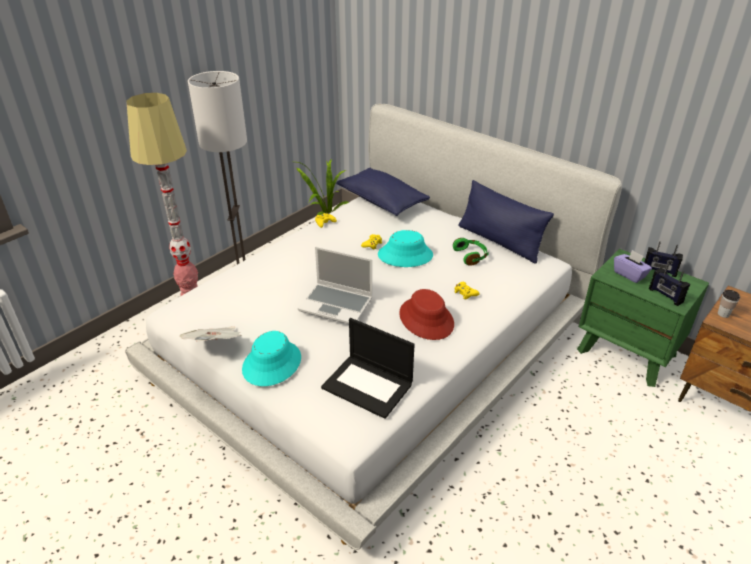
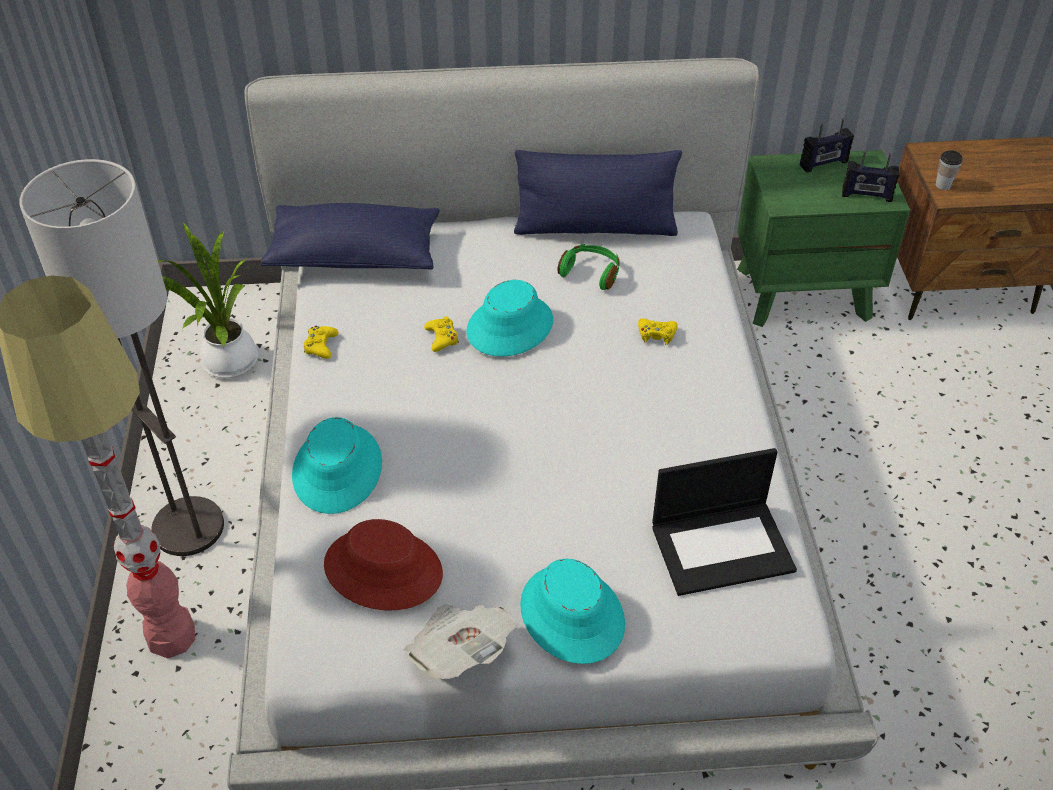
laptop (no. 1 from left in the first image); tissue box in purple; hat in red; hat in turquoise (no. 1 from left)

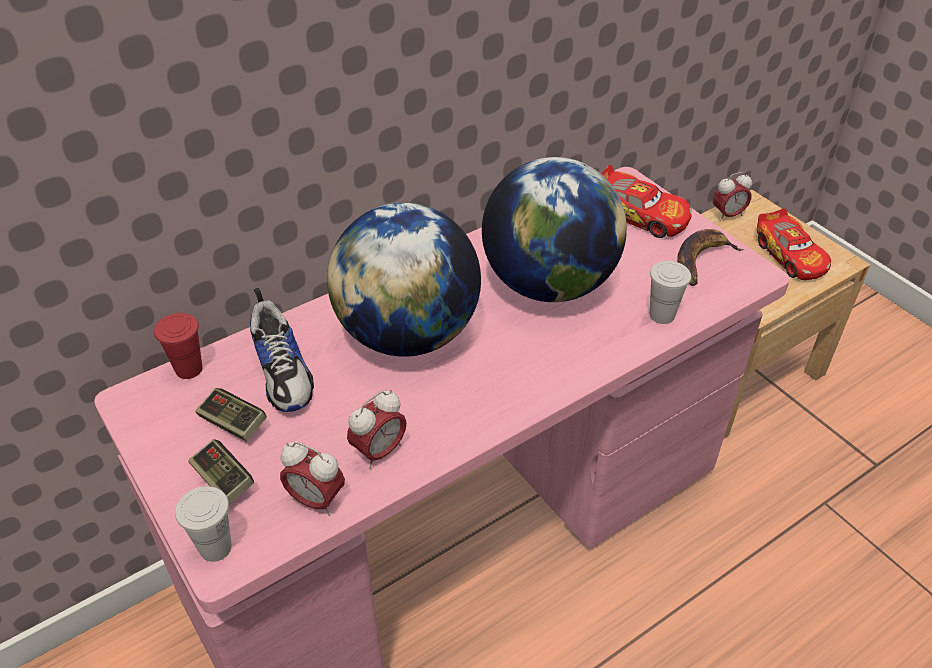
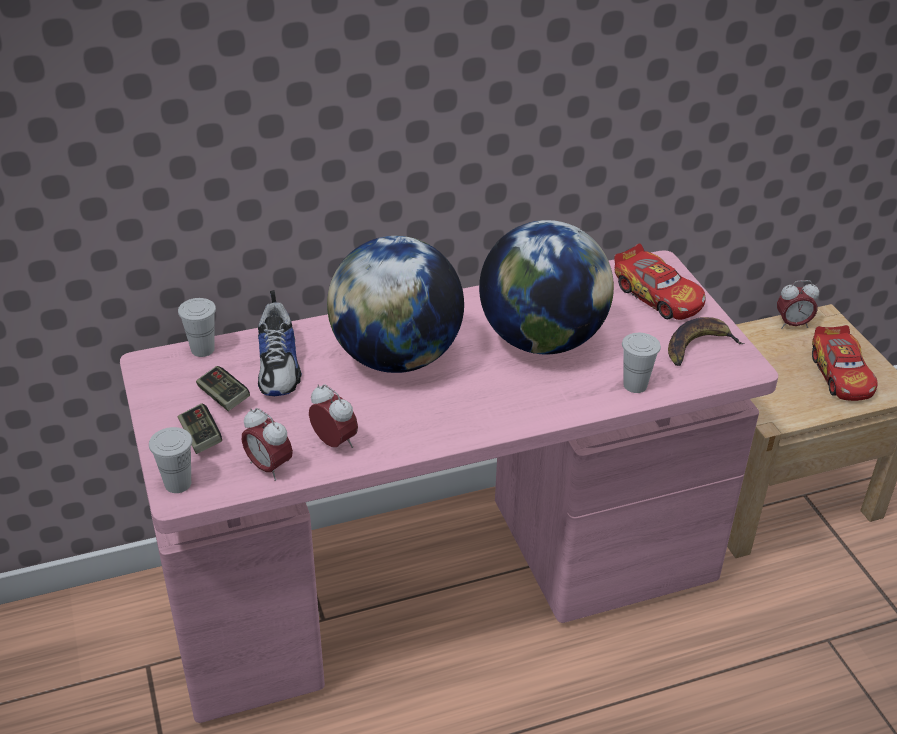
cup in white (no. 2 from left); alarm clock (no. 2 from left)

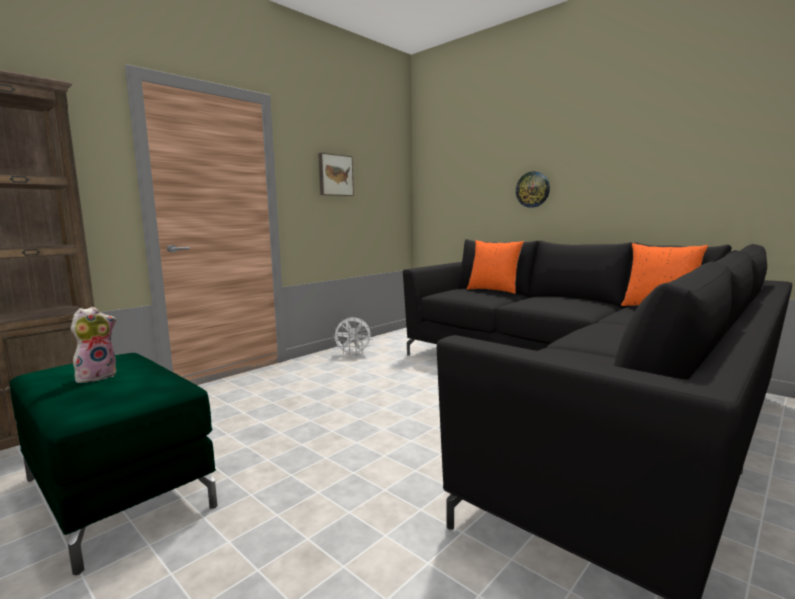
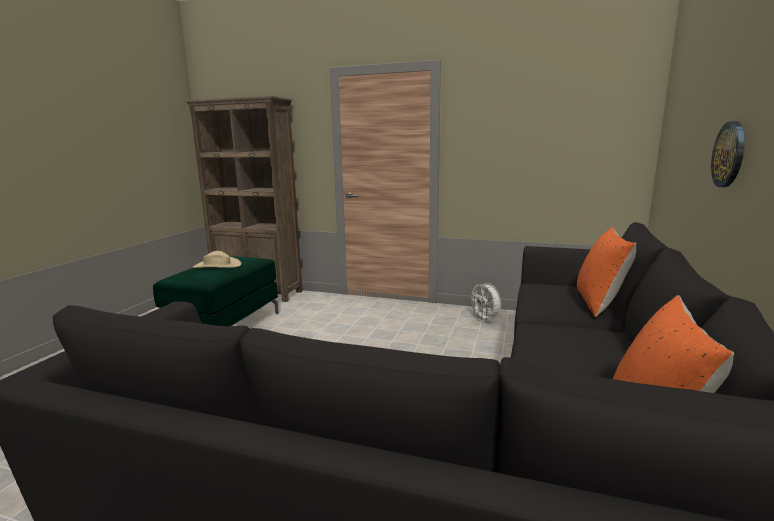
picture; hat in beige

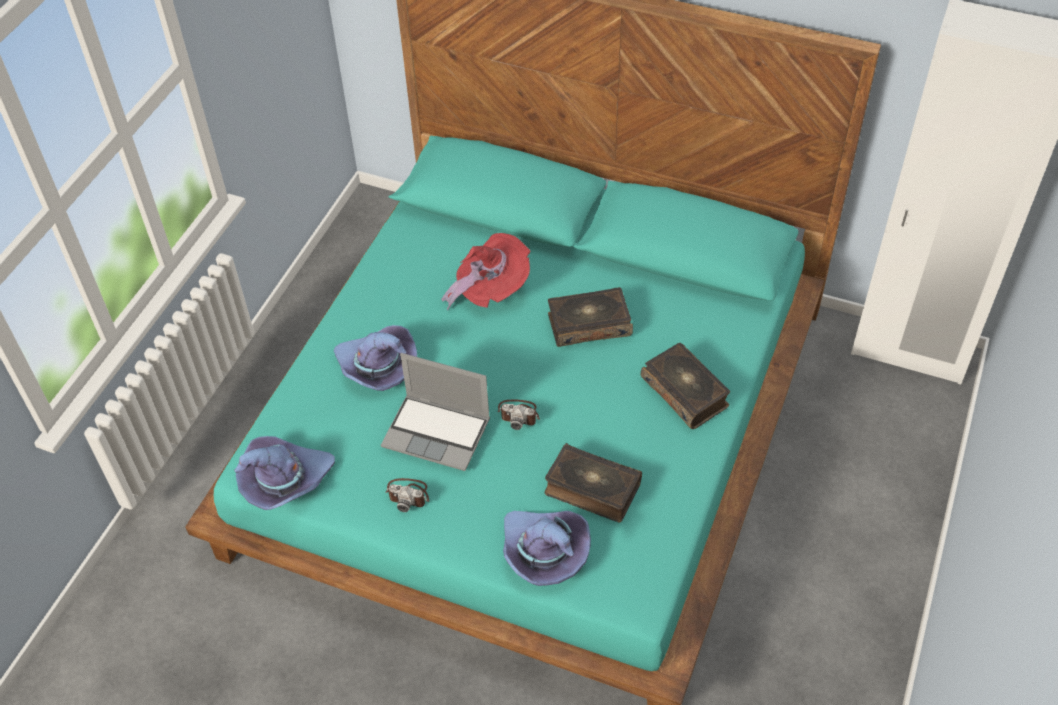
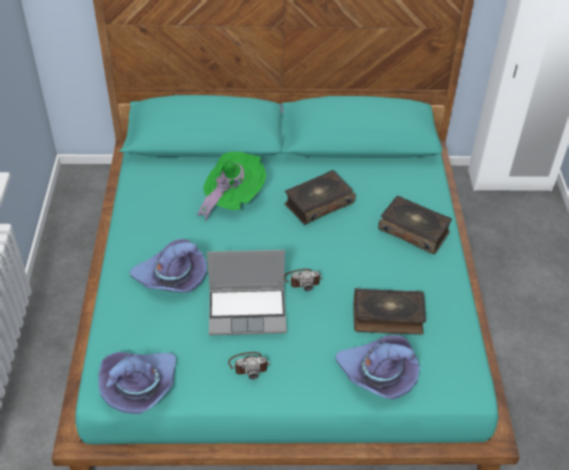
hat in green

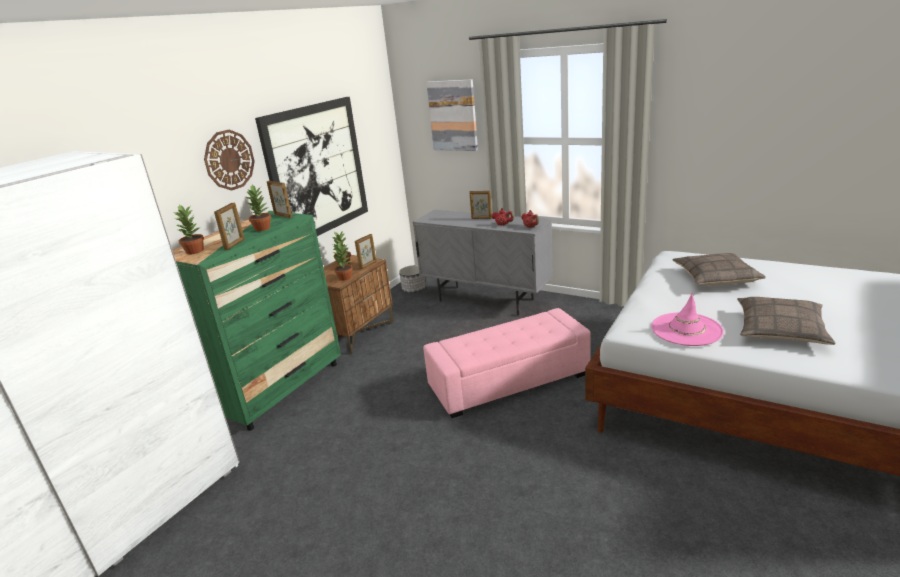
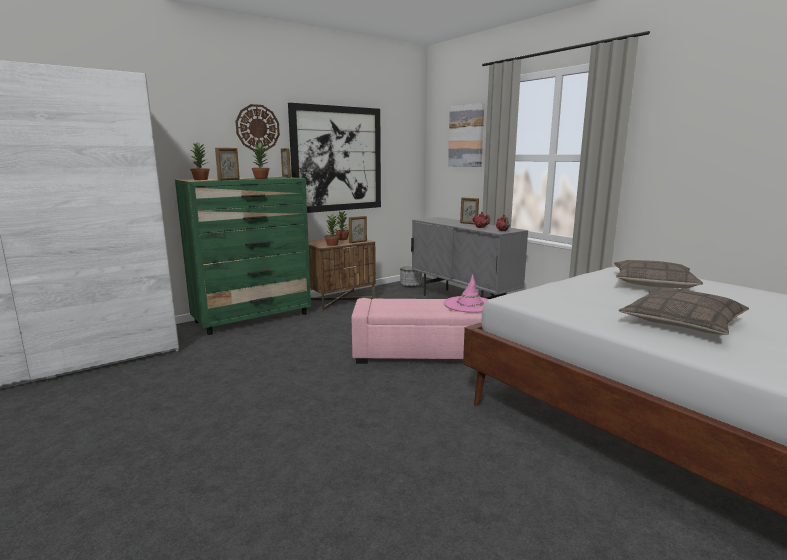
hat in pink

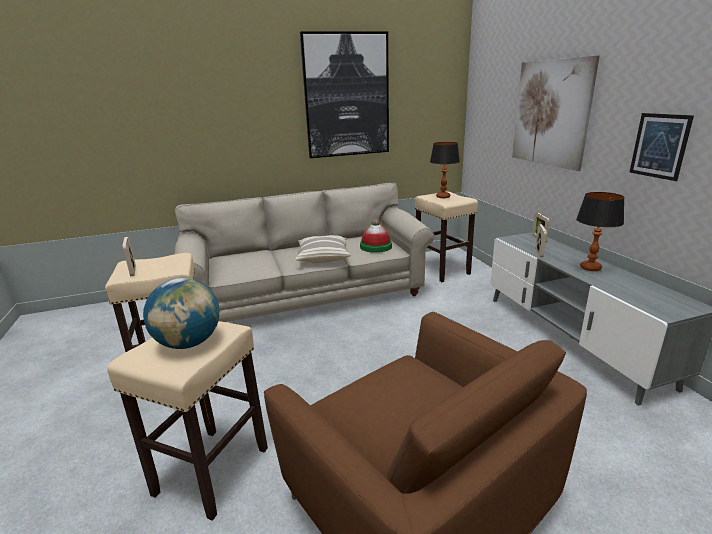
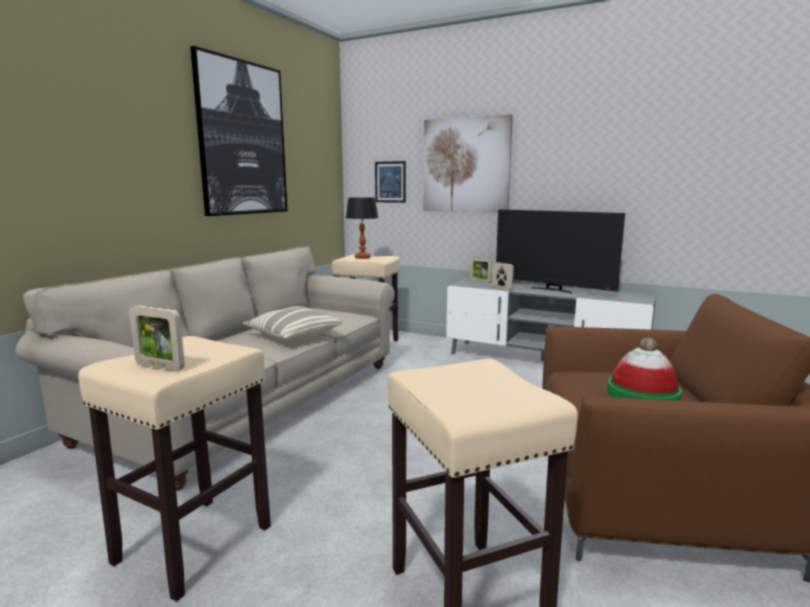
picture (no. 2 from left); television; hat; globe

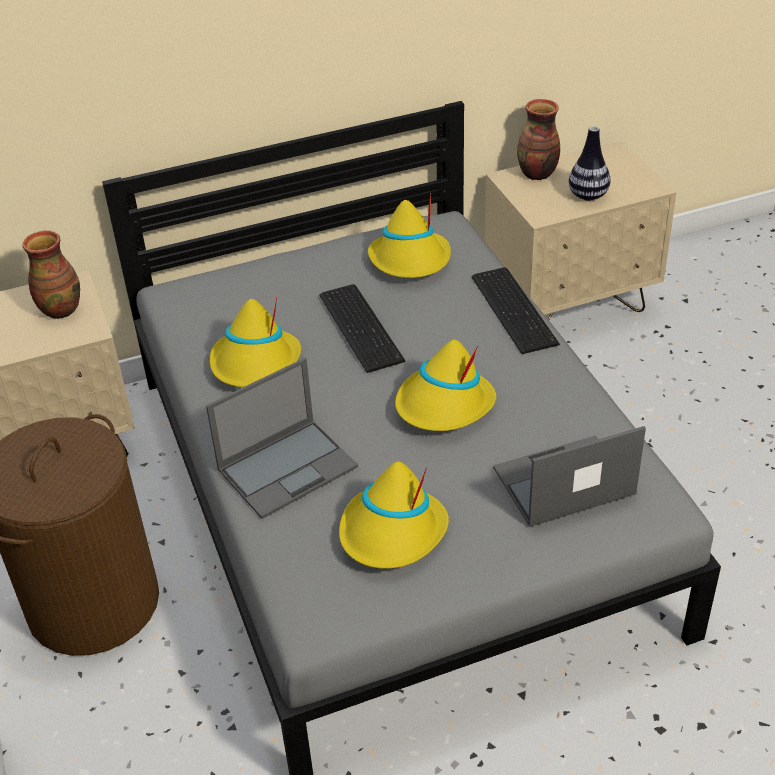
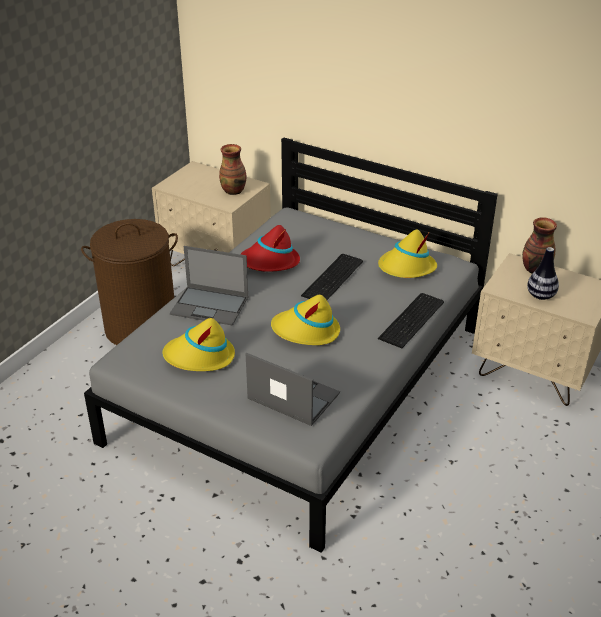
hat in red

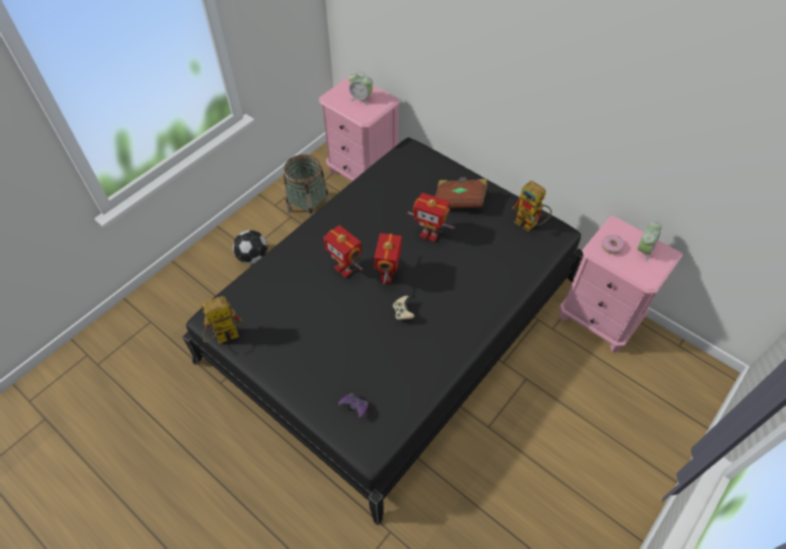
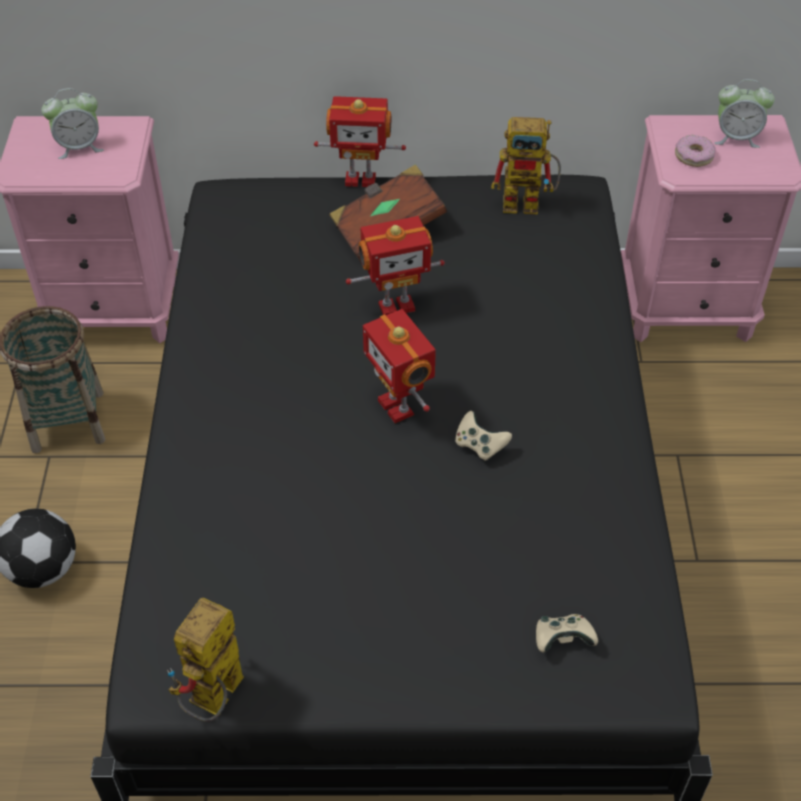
alarm clock (no. 2 from left); toy robot (no. 2 from left); game controller in beige (no. 2 from left)

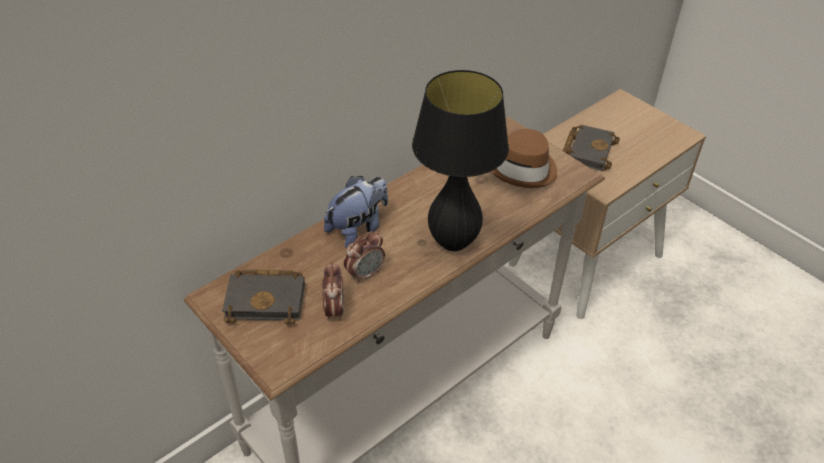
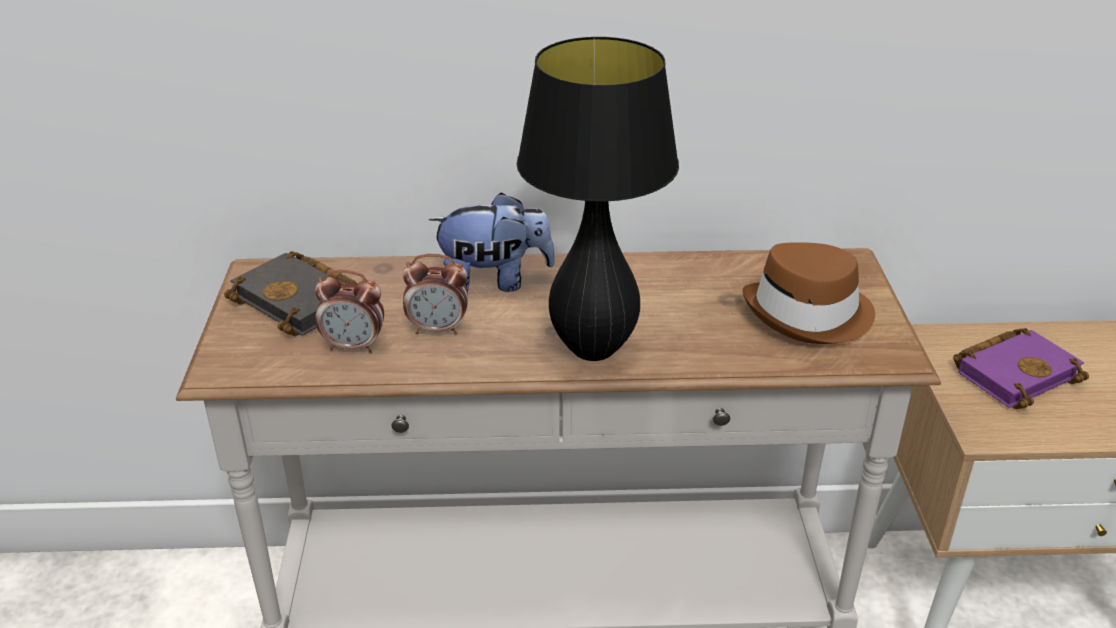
book in purple; alarm clock (no. 1 from left)

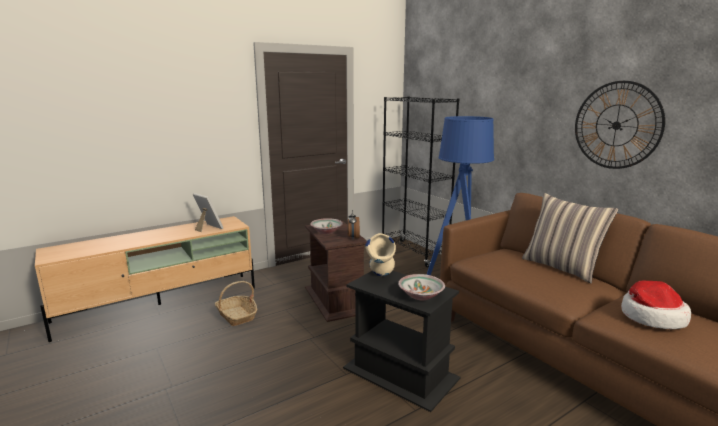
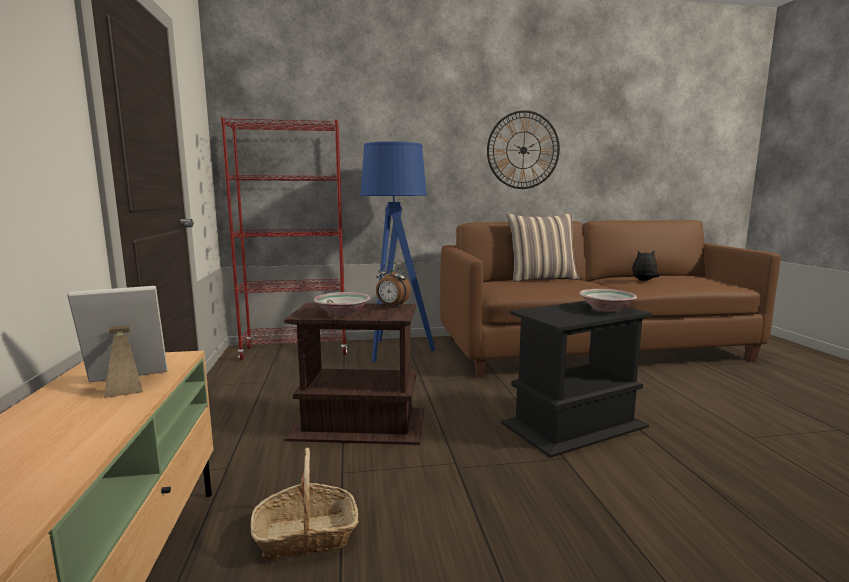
bookcase in red; vase in beige; plush toy

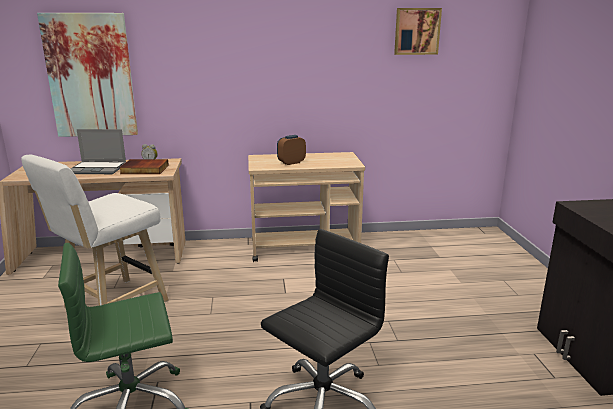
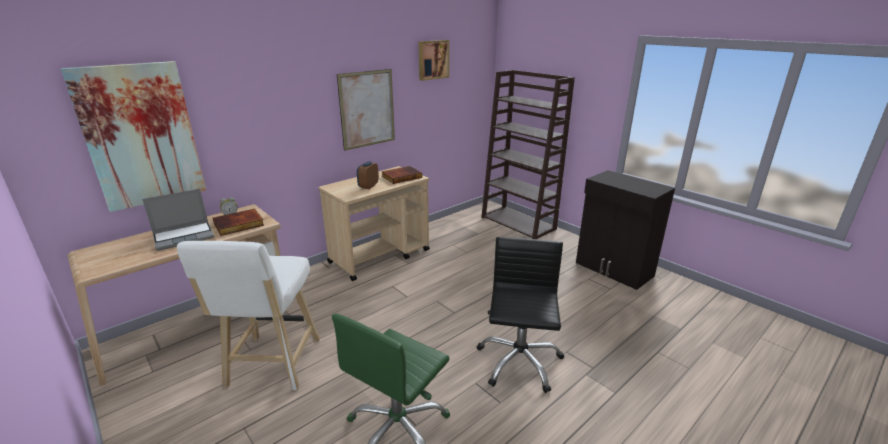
picture (no. 2 from left); bookcase in brown; book (no. 2 from left)

